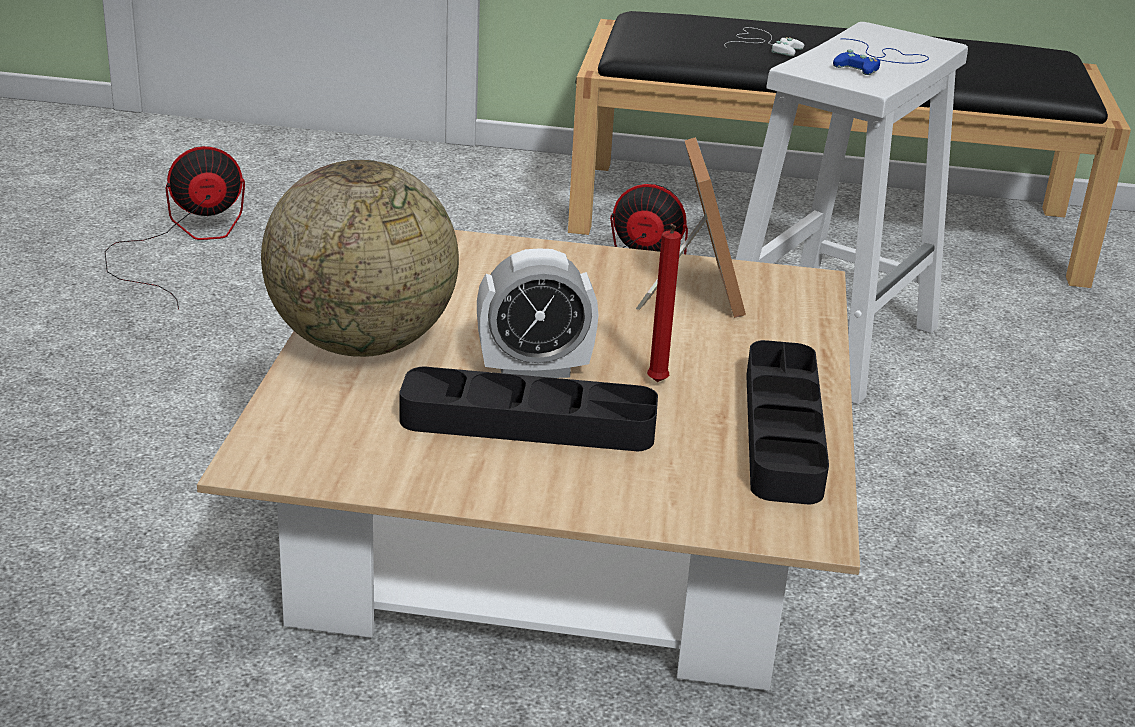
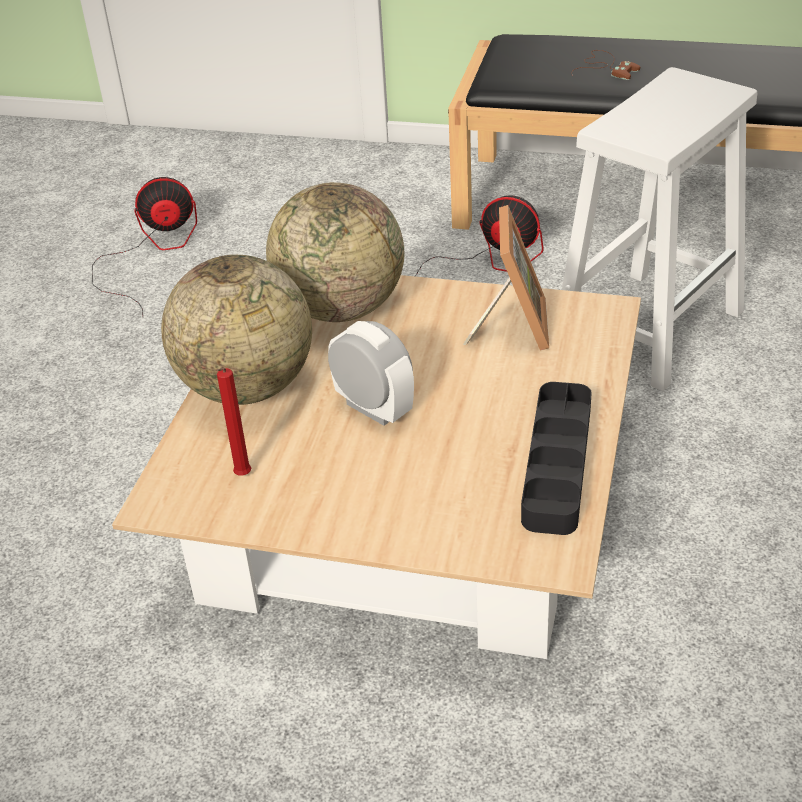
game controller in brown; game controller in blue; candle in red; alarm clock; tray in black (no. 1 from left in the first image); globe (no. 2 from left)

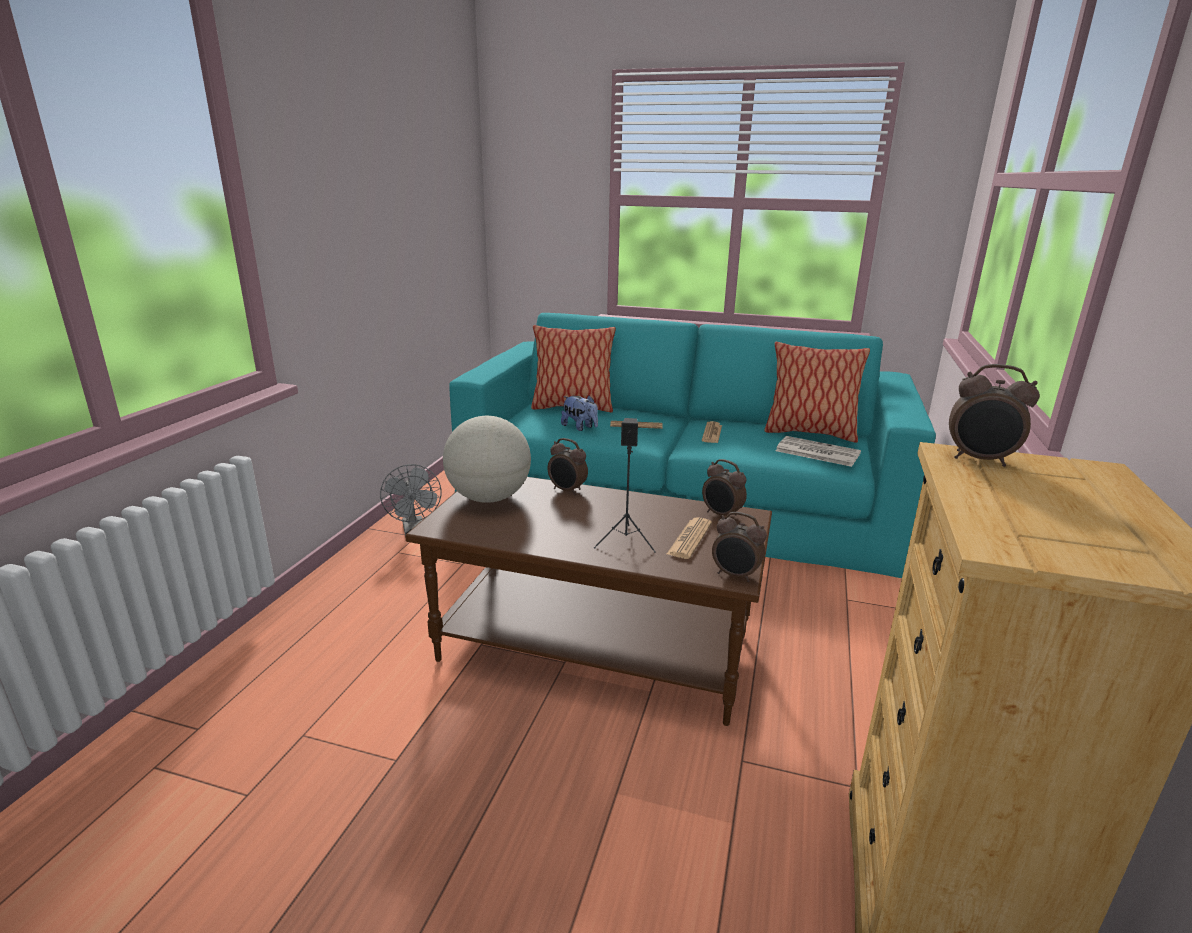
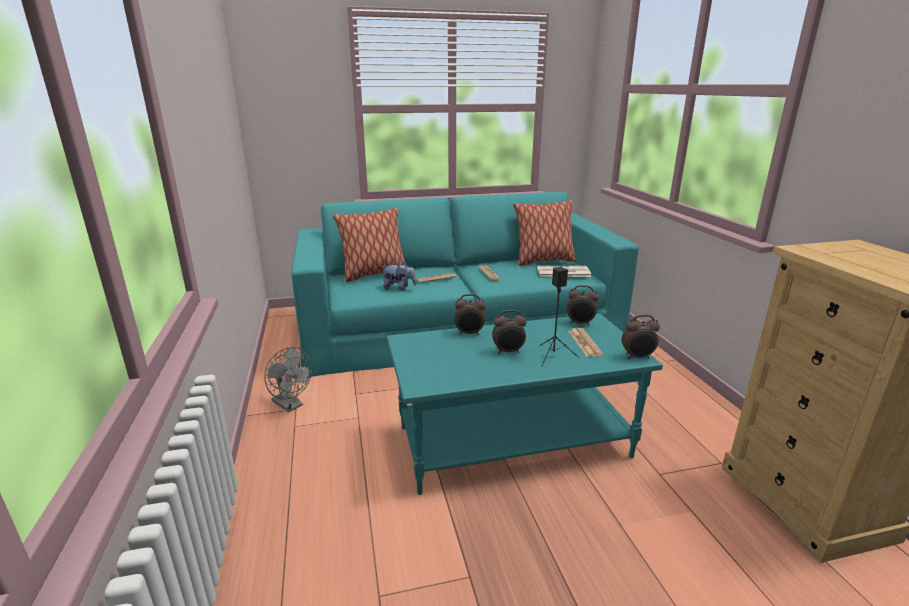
alarm clock (no. 2 from left); globe; coffee table in turquoise

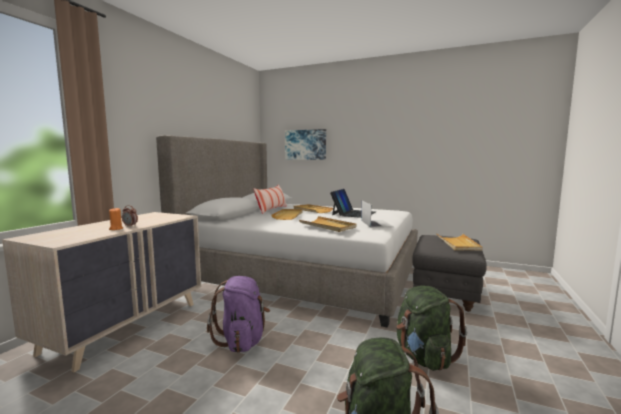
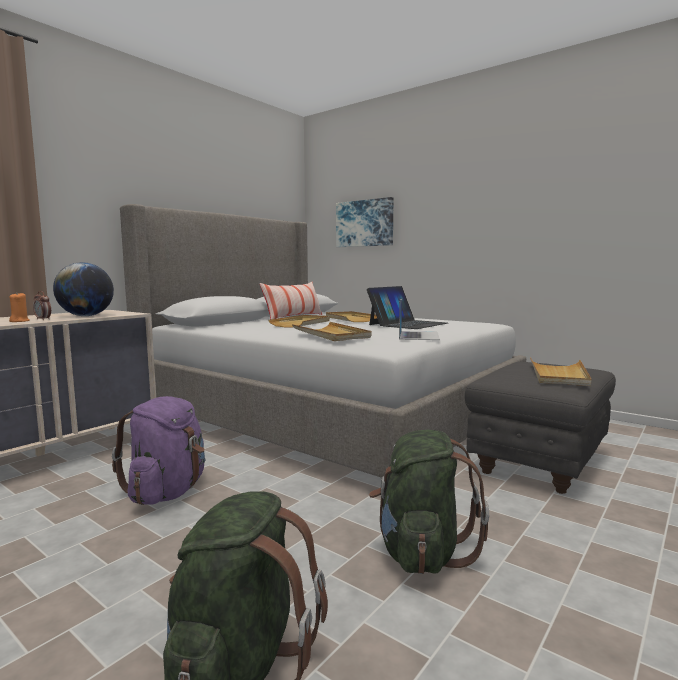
globe

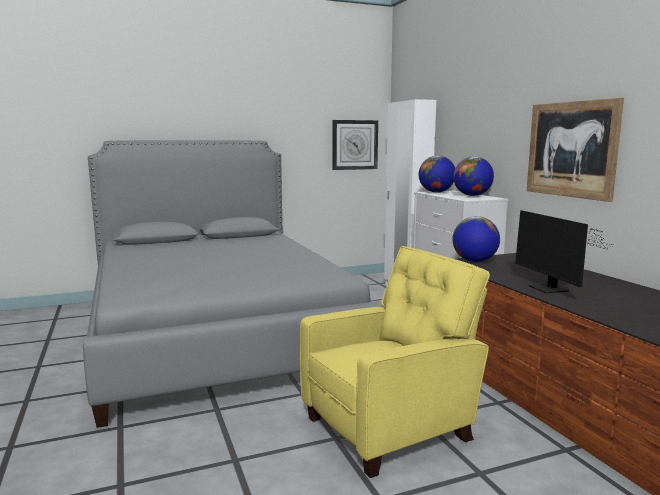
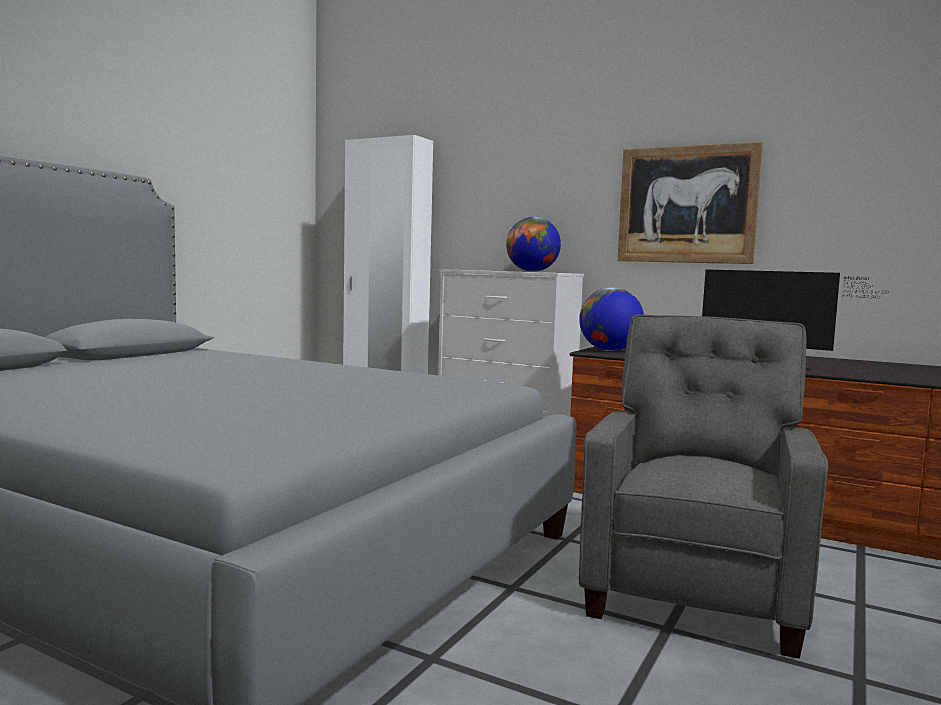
wall clock; globe (no. 1 from left in the first image); armchair in grey

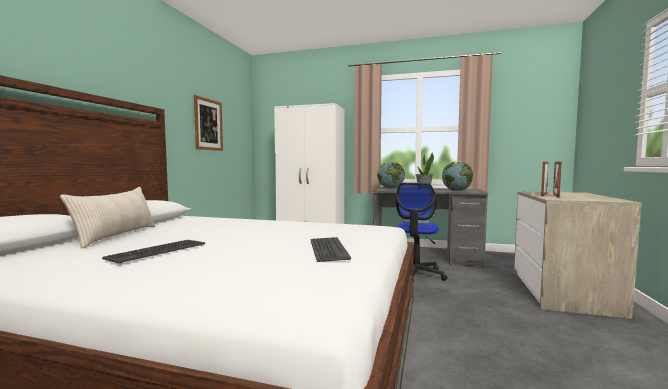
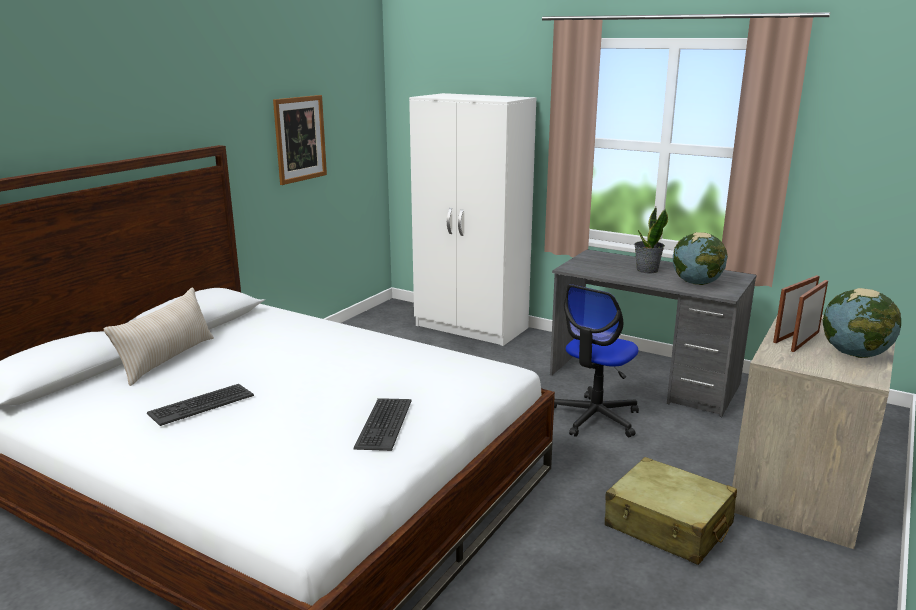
globe (no. 2 from left); suitcase in beige

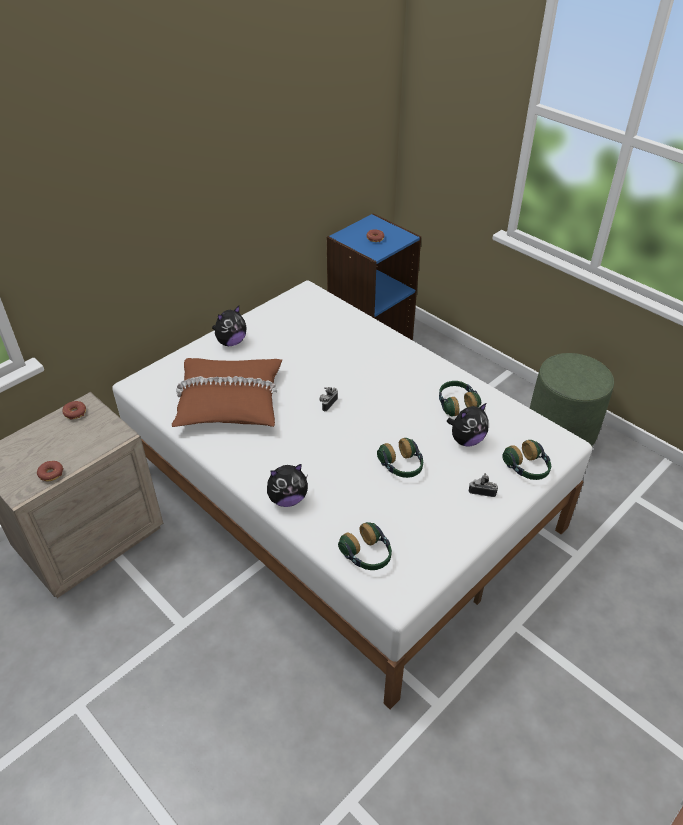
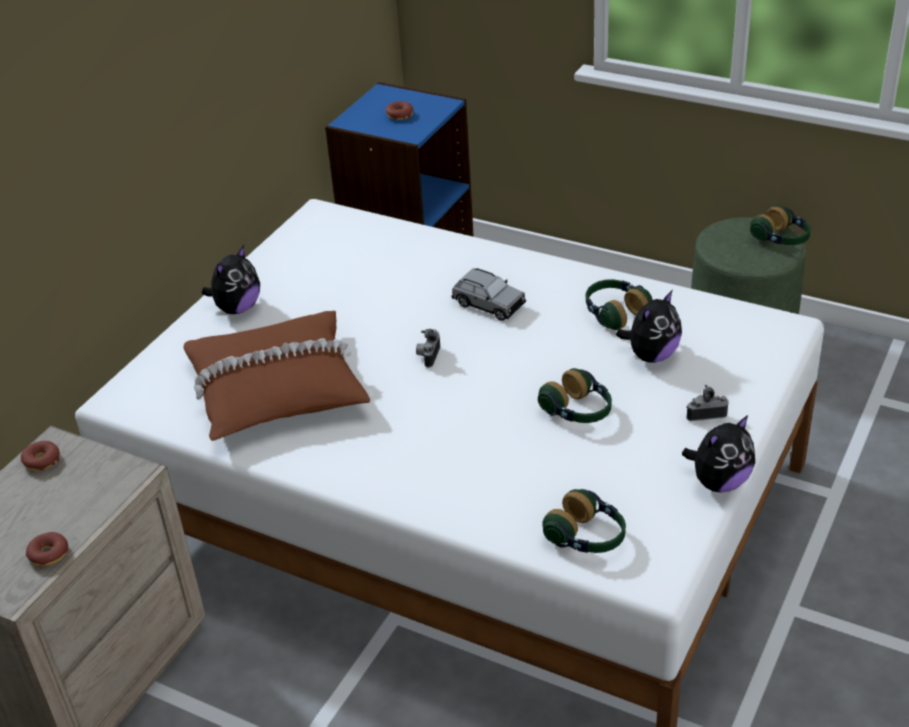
headphones (no. 4 from left); plush toy (no. 3 from left); toy car in grey

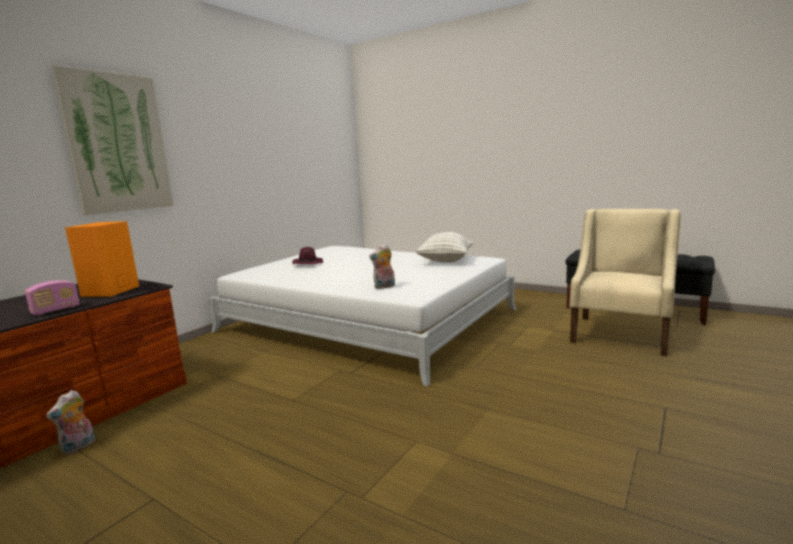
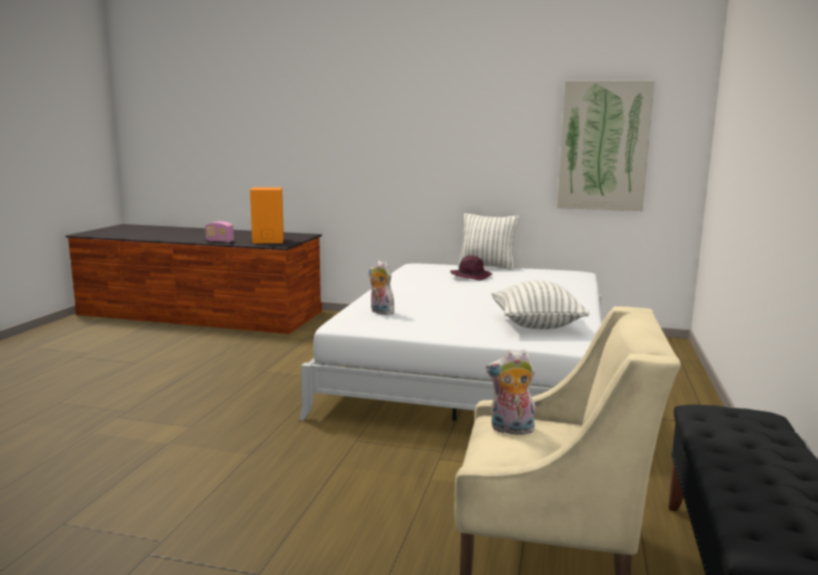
picture; plush toy (no. 2 from left); pillow (no. 1 from left)

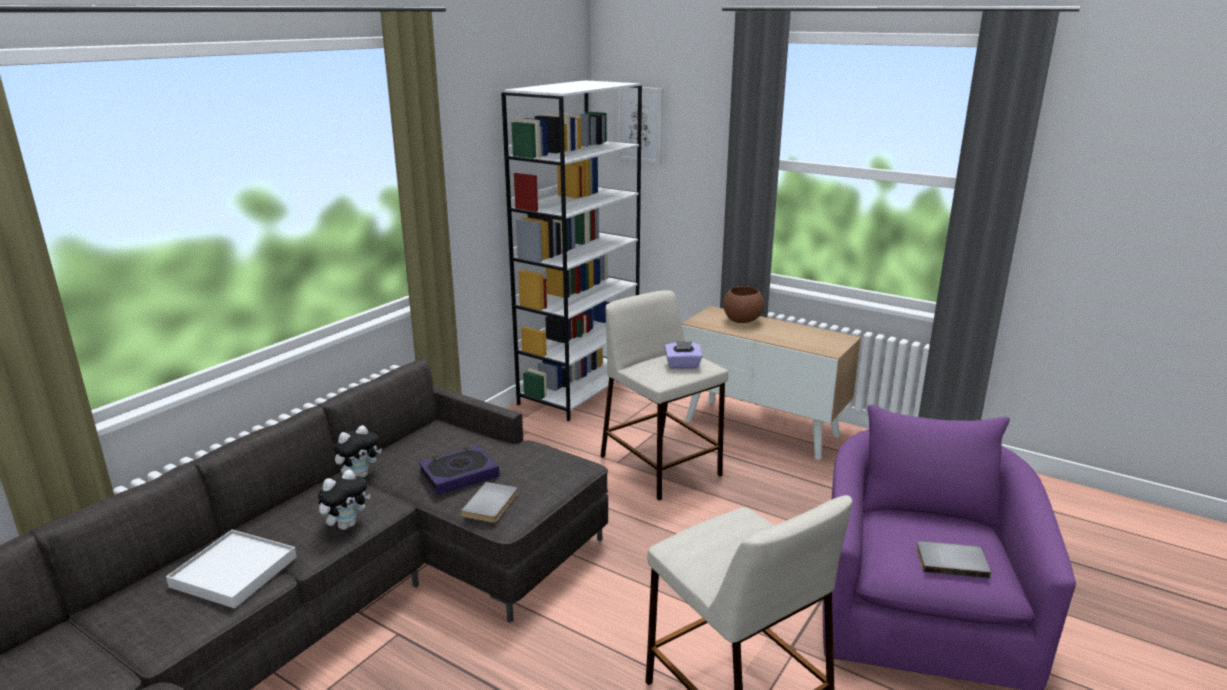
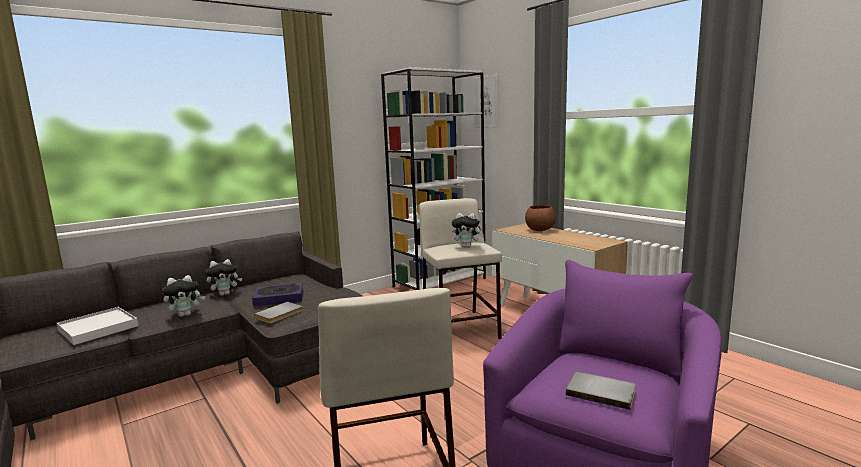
plush toy (no. 3 from left)

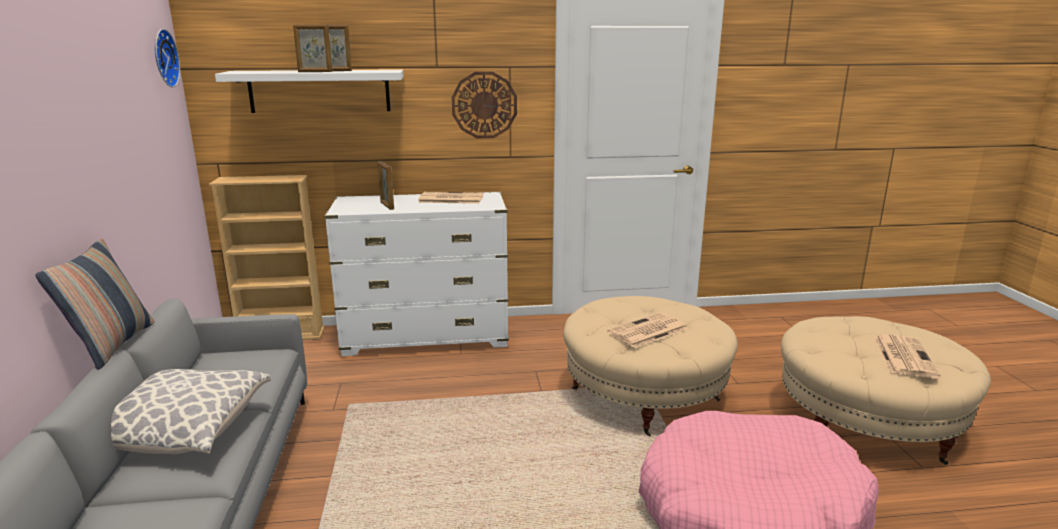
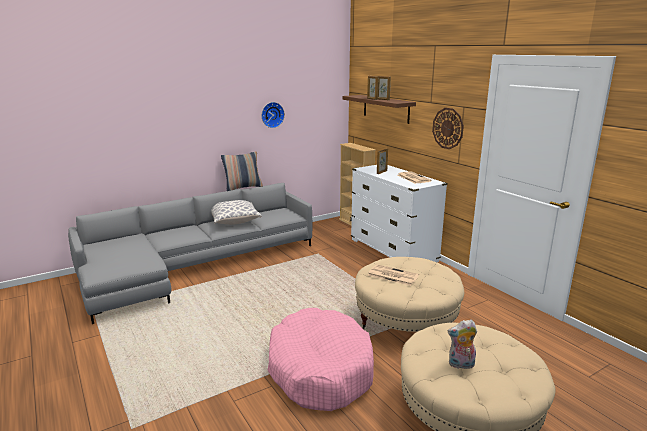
wall clock (no. 1 from left); shelf in brown; plush toy

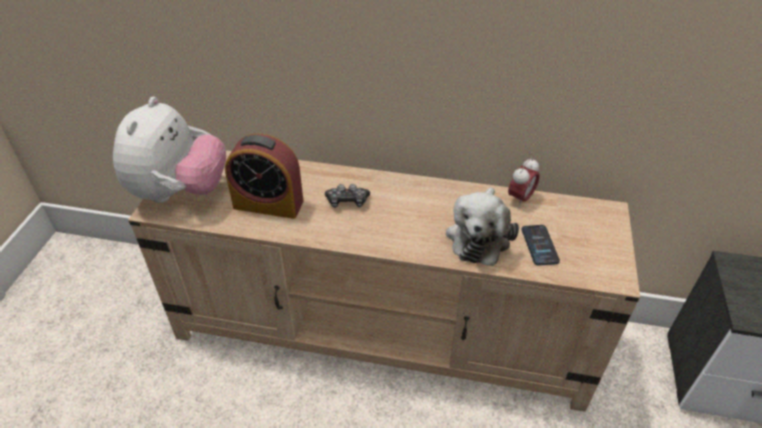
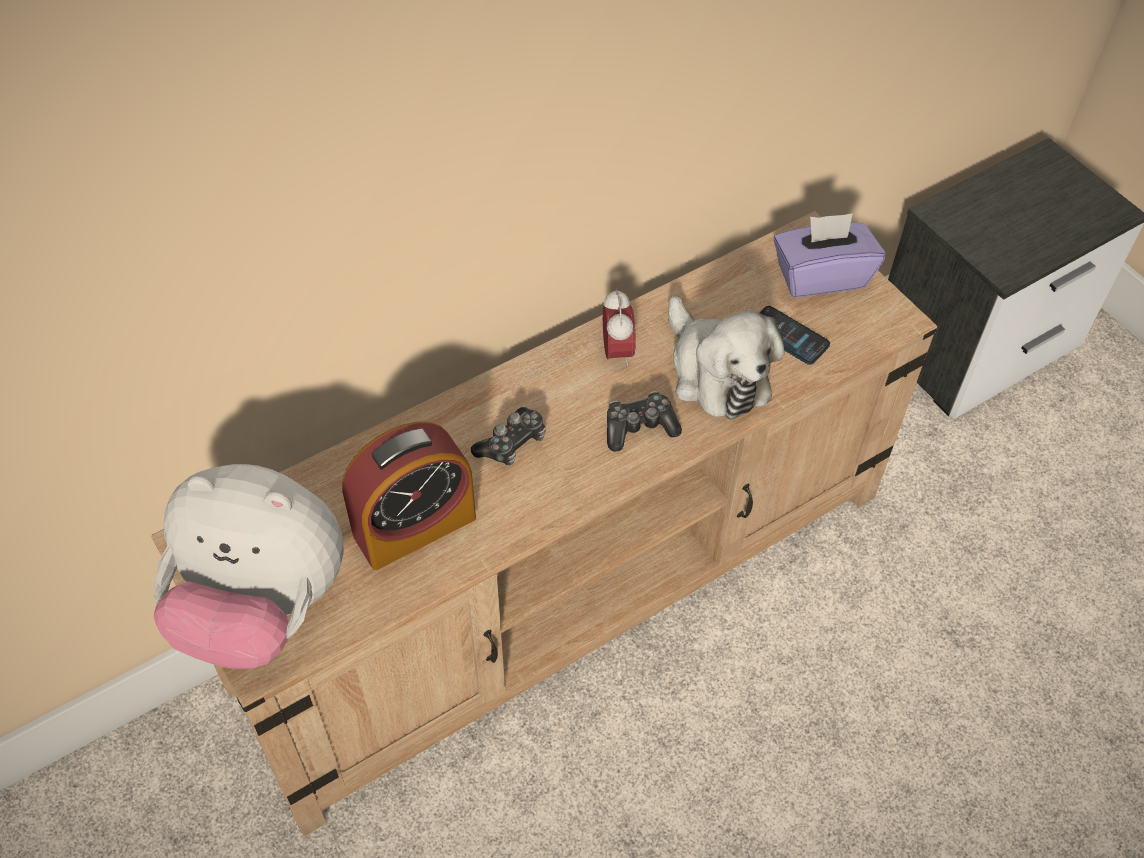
plush toy (no. 1 from left); alarm clock (no. 2 from left); tissue box in purple; game controller (no. 2 from left)

